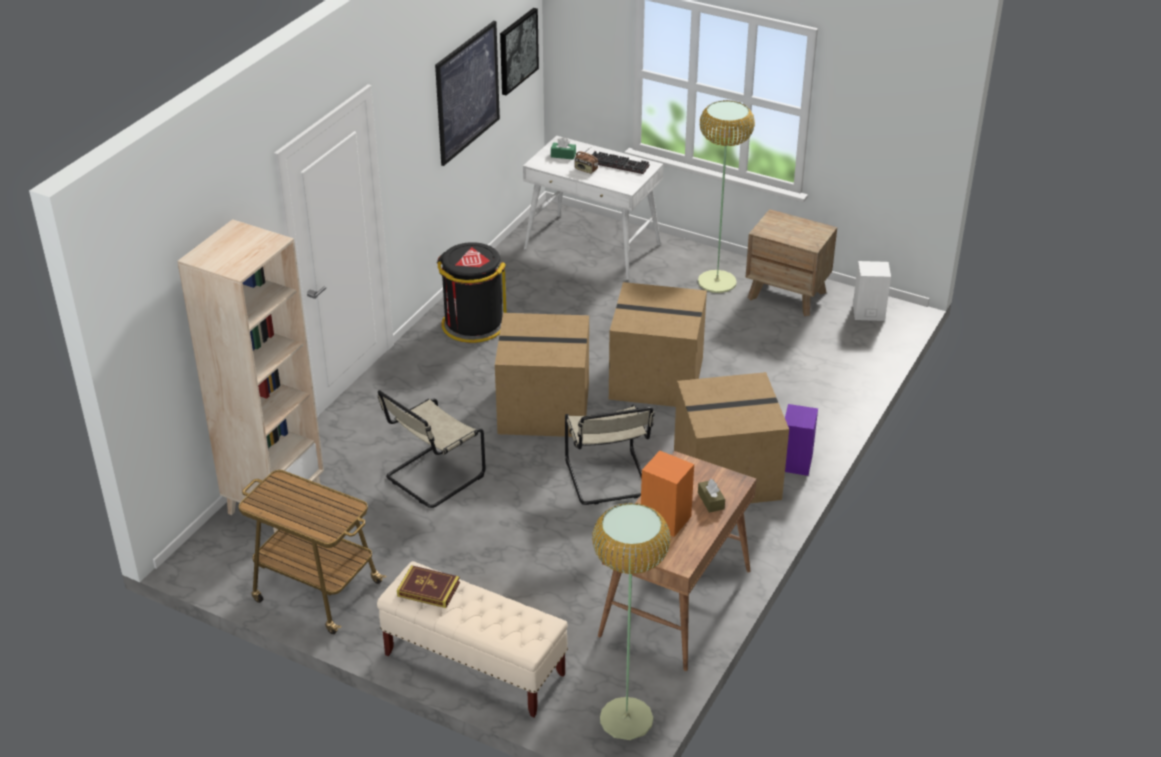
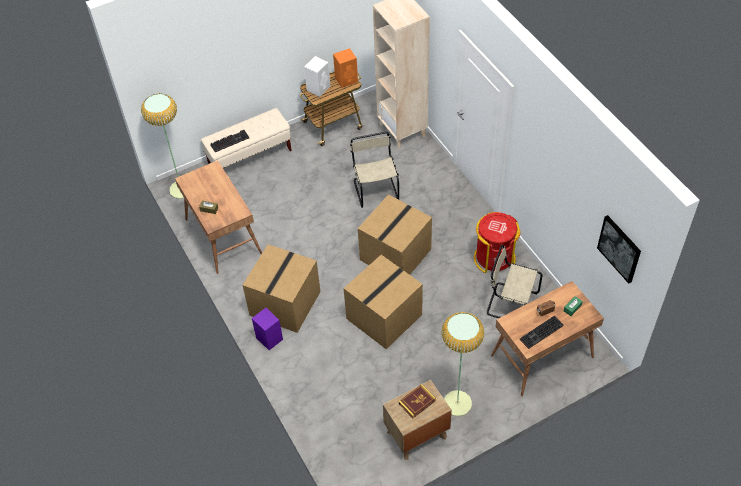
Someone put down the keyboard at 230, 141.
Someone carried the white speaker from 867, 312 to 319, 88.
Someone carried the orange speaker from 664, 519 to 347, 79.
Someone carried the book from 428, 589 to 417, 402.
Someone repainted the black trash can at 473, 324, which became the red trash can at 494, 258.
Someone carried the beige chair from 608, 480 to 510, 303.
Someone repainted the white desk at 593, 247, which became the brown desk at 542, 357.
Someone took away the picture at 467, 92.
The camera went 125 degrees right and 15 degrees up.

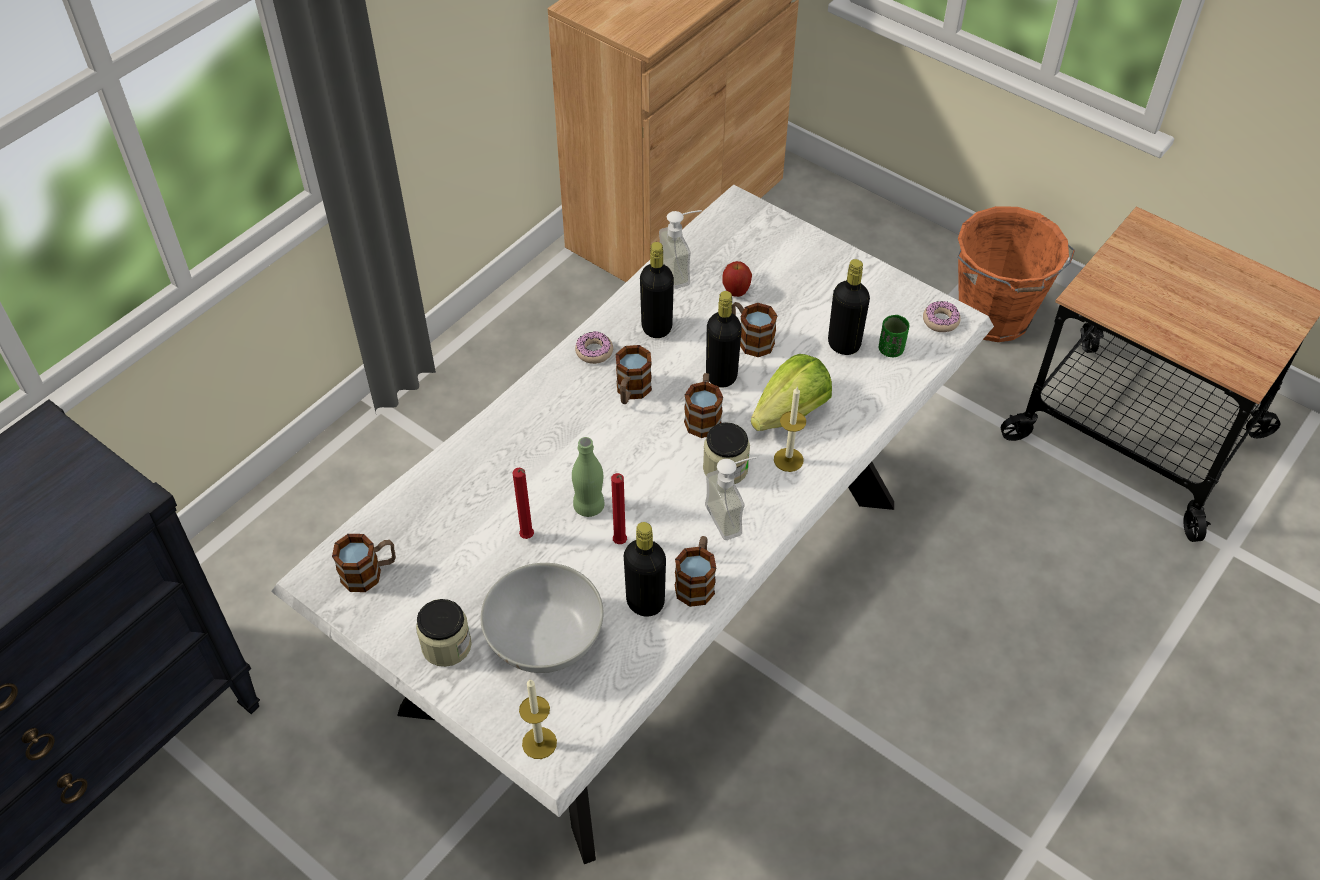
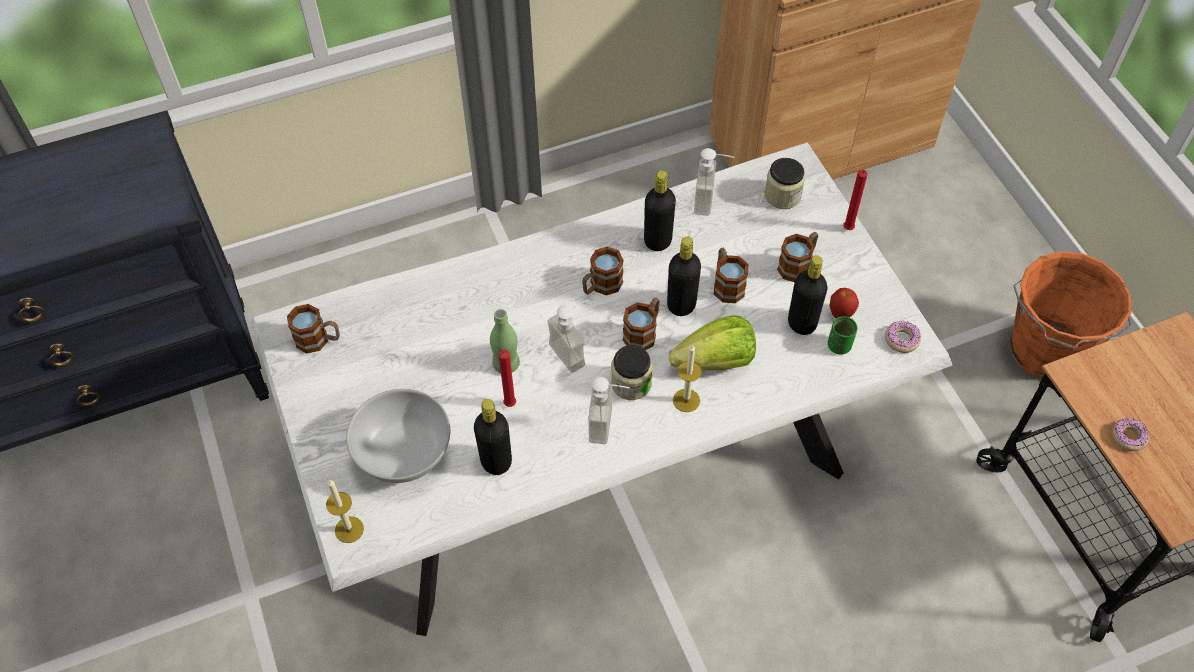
Someone put down the soap dispenser at 574, 350.
Someone carried the jar from 446, 645 to 782, 196.
Someone carried the mug from 696, 581 to 798, 265.
Someone carried the apple from 736, 292 to 840, 314.
Someone carried the red candle from 528, 538 to 848, 230.
Someone carried the donut from 594, 351 to 1128, 437.
The camera went 30 degrees right and 5 degrees up.

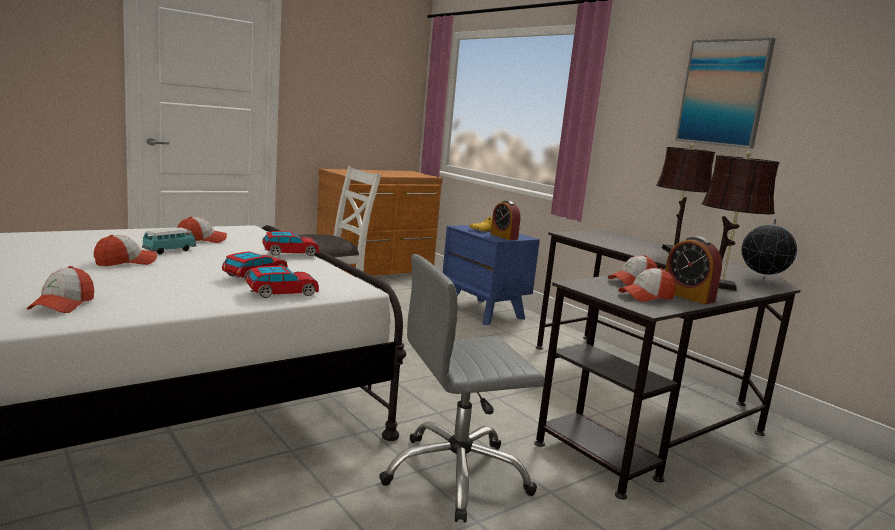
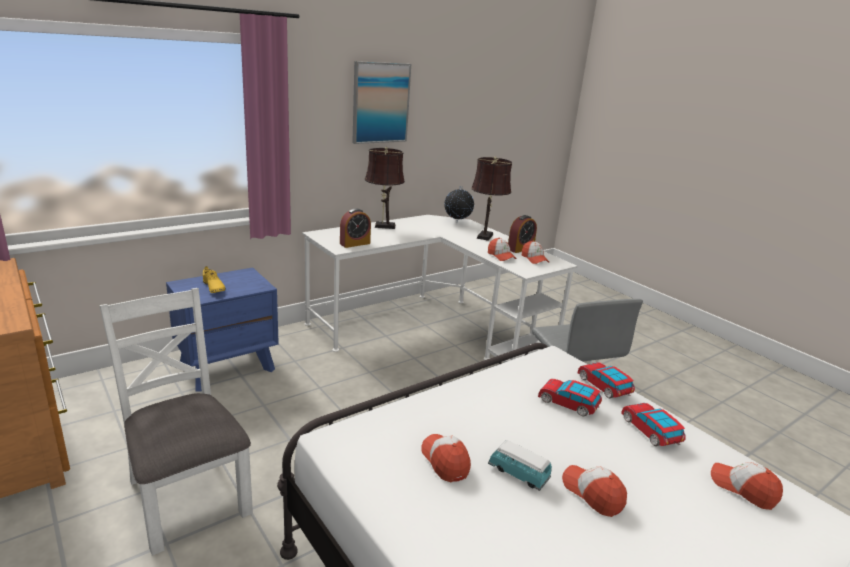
Someone repainted the black desk at 641, 402, which became the white desk at 432, 327.
Someone carried the alarm clock from 504, 236 to 355, 243.
Someone carried the toy car from 290, 253 to 650, 431.
Someone rotated the cap at 62, 304 by 135 degrees counterclockwise.
The camera went 90 degrees left and 10 degrees up.

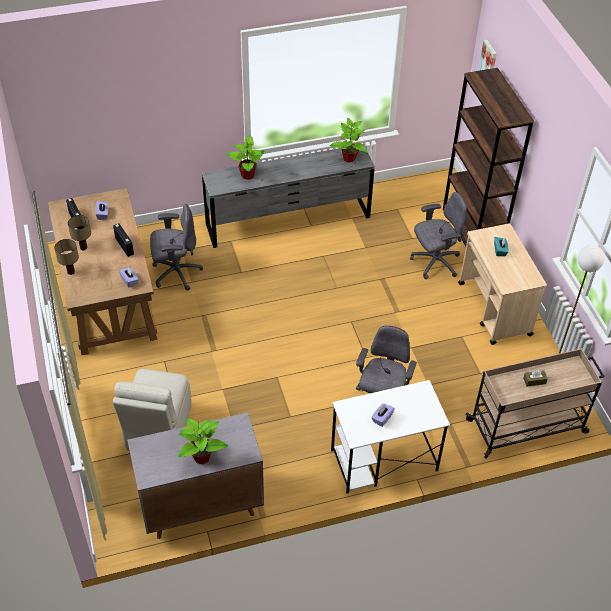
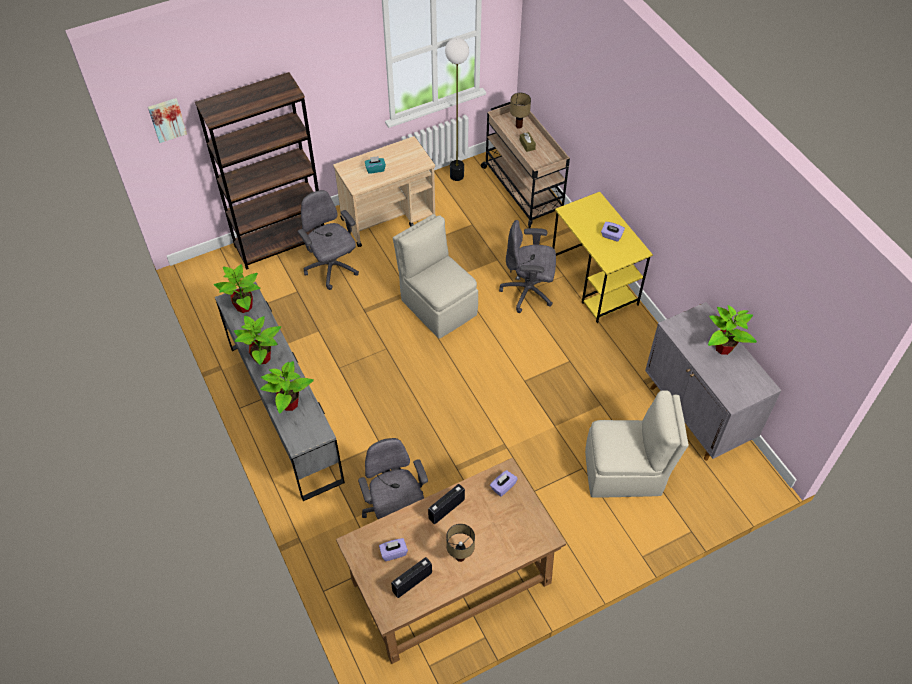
Someone put down the potted plant at 263, 358.
Someone put down the beige chair at 437, 306.
Someone carried the table lamp from 70, 271 to 518, 126.
Someone repainted the white desk at 383, 460, which became the yellow desk at 594, 283.
The camera went 100 degrees left and 5 degrees up.

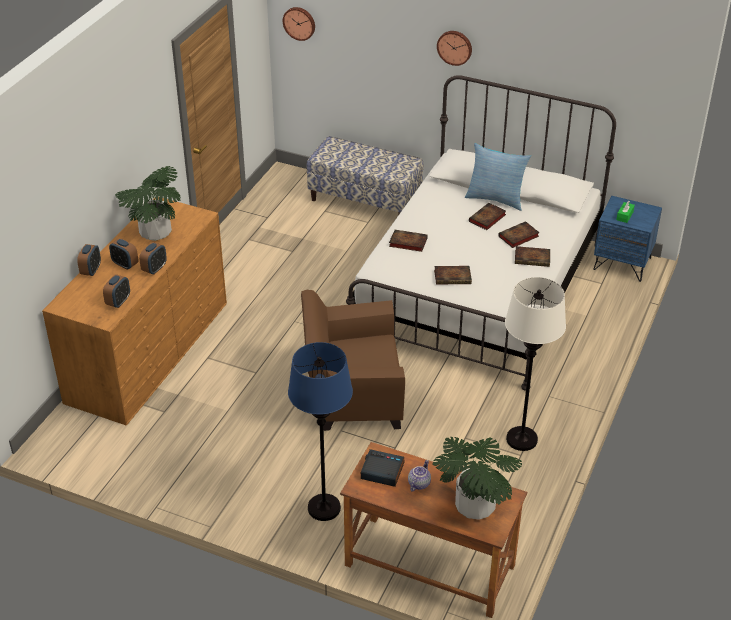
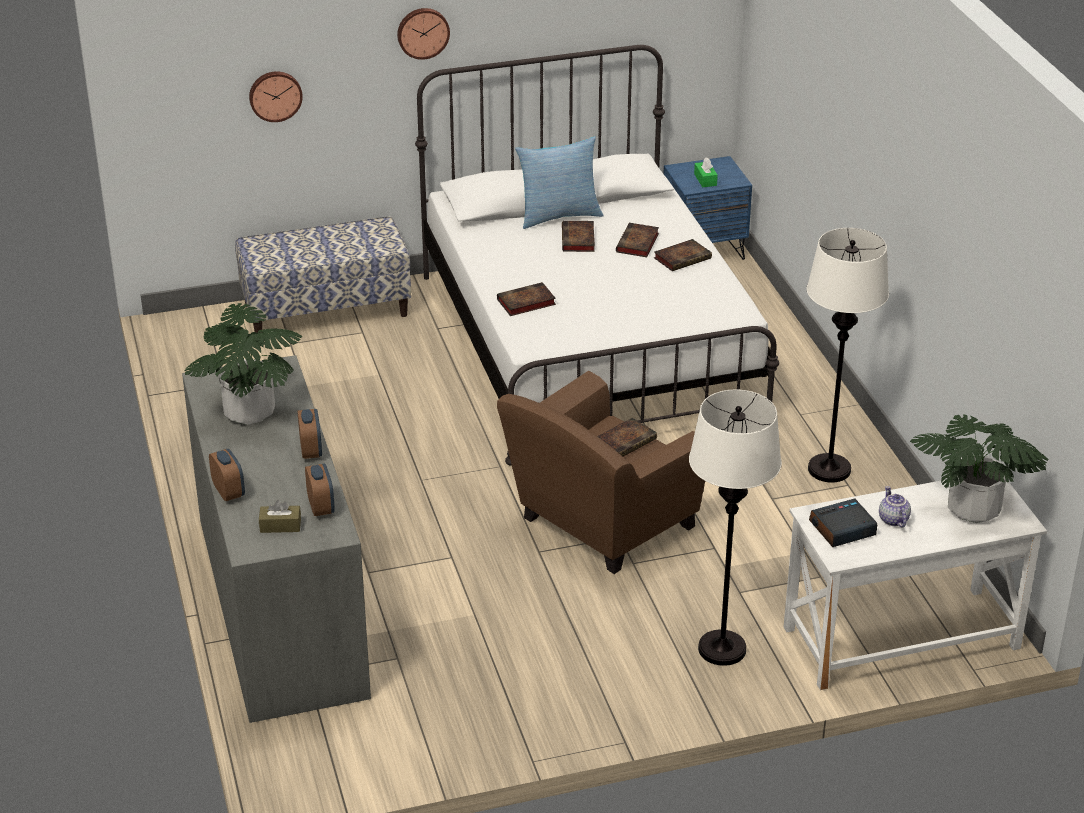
Someone repainted the brown dresser at 148, 351, which became the grey dresser at 281, 605.
Someone carried the wall clock from 299, 23 to 275, 95.
Someone put down the brown tissue box at 280, 526.
Someone carried the book from 453, 277 to 626, 441.
Someone repainted the blue floor lamp at 324, 508, which became the white floor lamp at 722, 649.
Someone repainted the brown desk at 429, 566, which became the white desk at 901, 639.
Someone took away the alarm clock at 125, 264.
The camera went 40 degrees left and 5 degrees down.

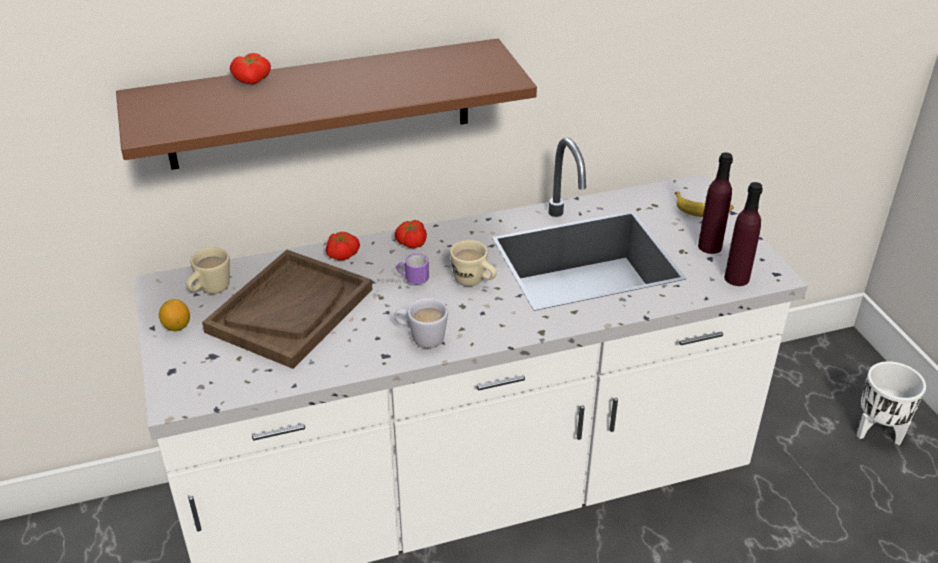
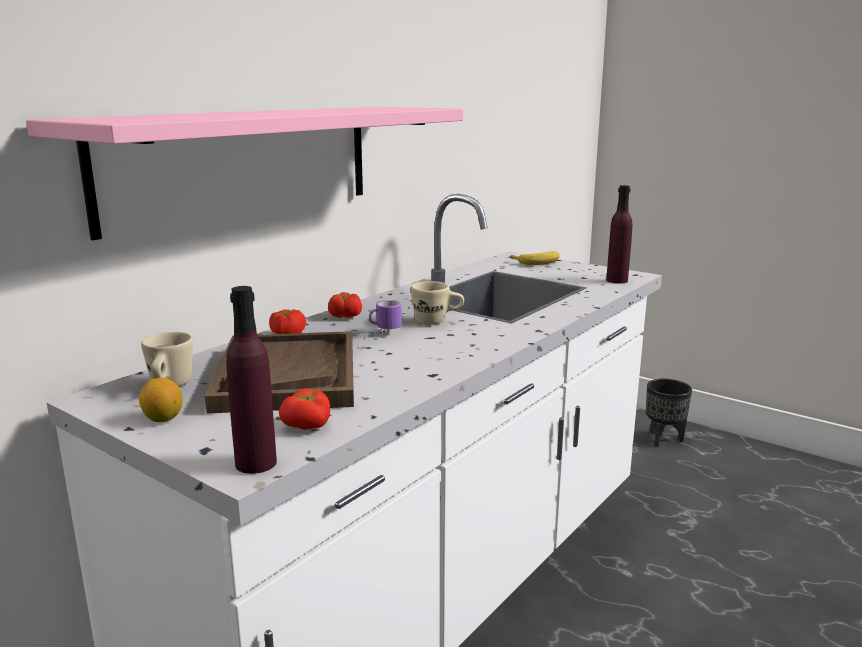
Someone repainted the brown shelf at 320, 104, which became the pink shelf at 244, 163.
Someone carried the purple bottle from 709, 246 to 256, 463.
Someone carried the tomato from 252, 81 to 308, 426.
Someone repainted the white planter at 879, 433, which became the black planter at 664, 440.
Someone took away the white mug at 421, 338.
The camera went 35 degrees left and 20 degrees down.

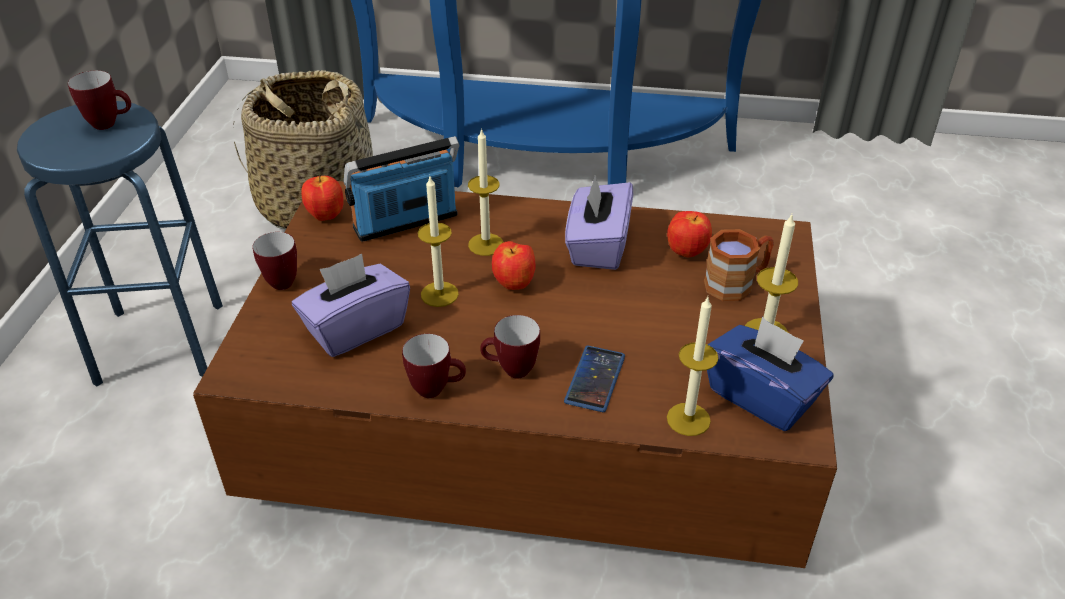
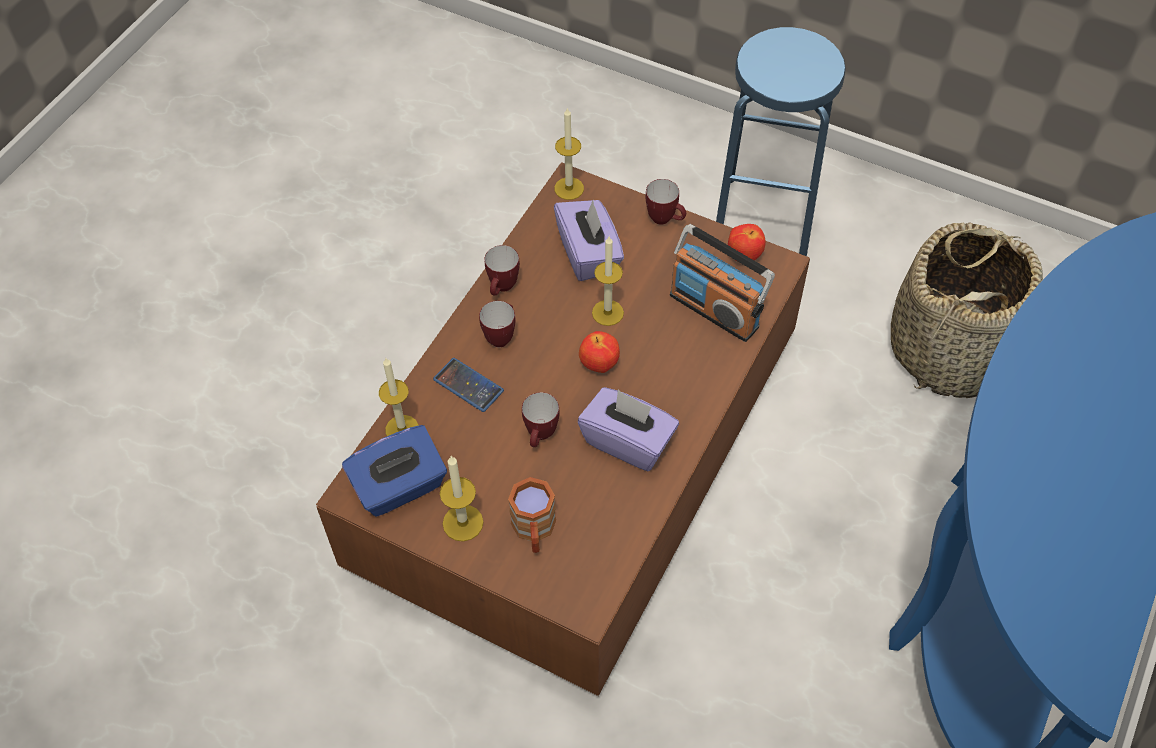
Someone carried the mug from 110, 124 to 541, 437.
Someone carried the candle from 486, 244 to 569, 188.
Someone rotated the radio at 406, 223 by 135 degrees clockwise.
Someone took away the apple at 687, 252.
The camera went 110 degrees right and 15 degrees up.

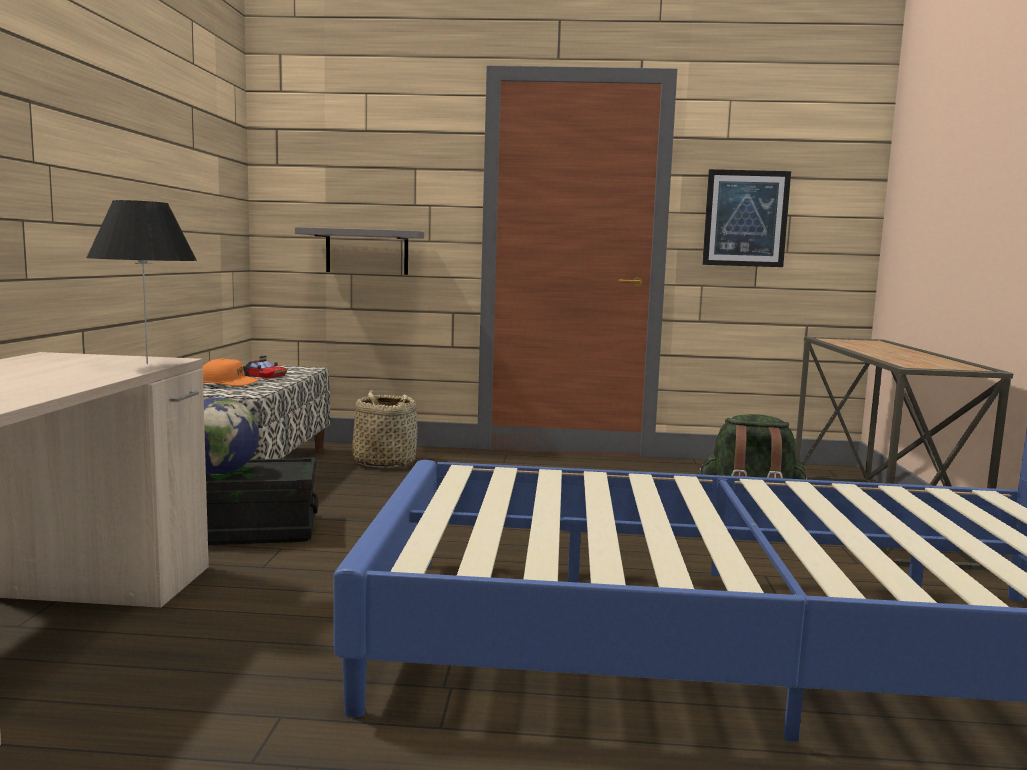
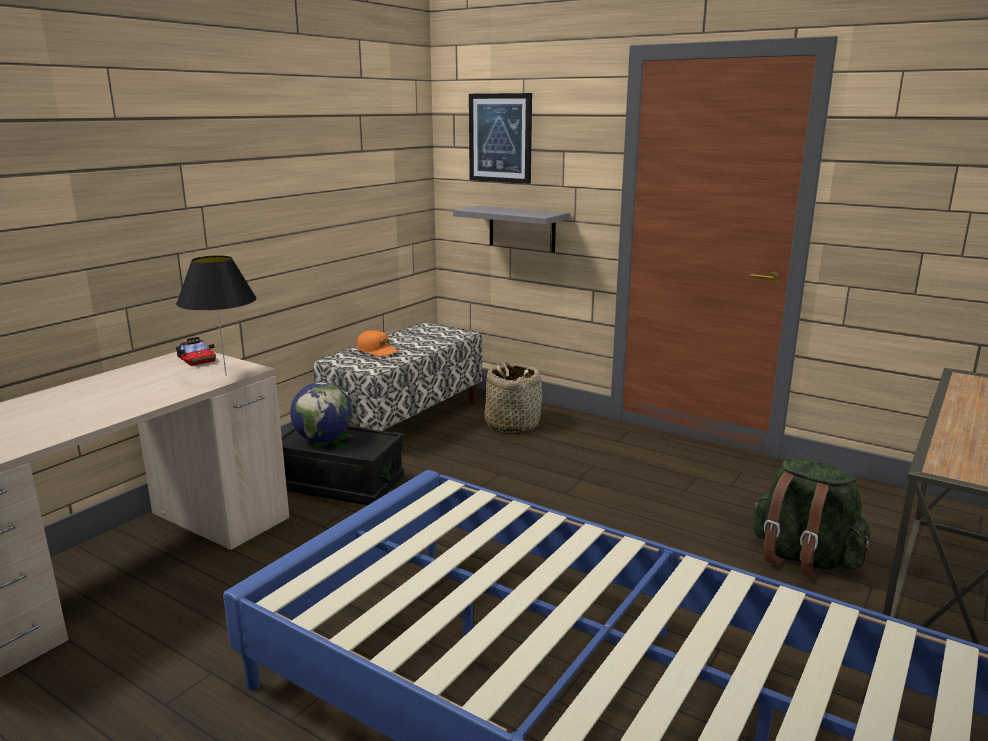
Someone carried the toy car from 264, 375 to 196, 359.
Someone carried the picture from 745, 218 to 500, 138.
The camera went 30 degrees right and 10 degrees up.

